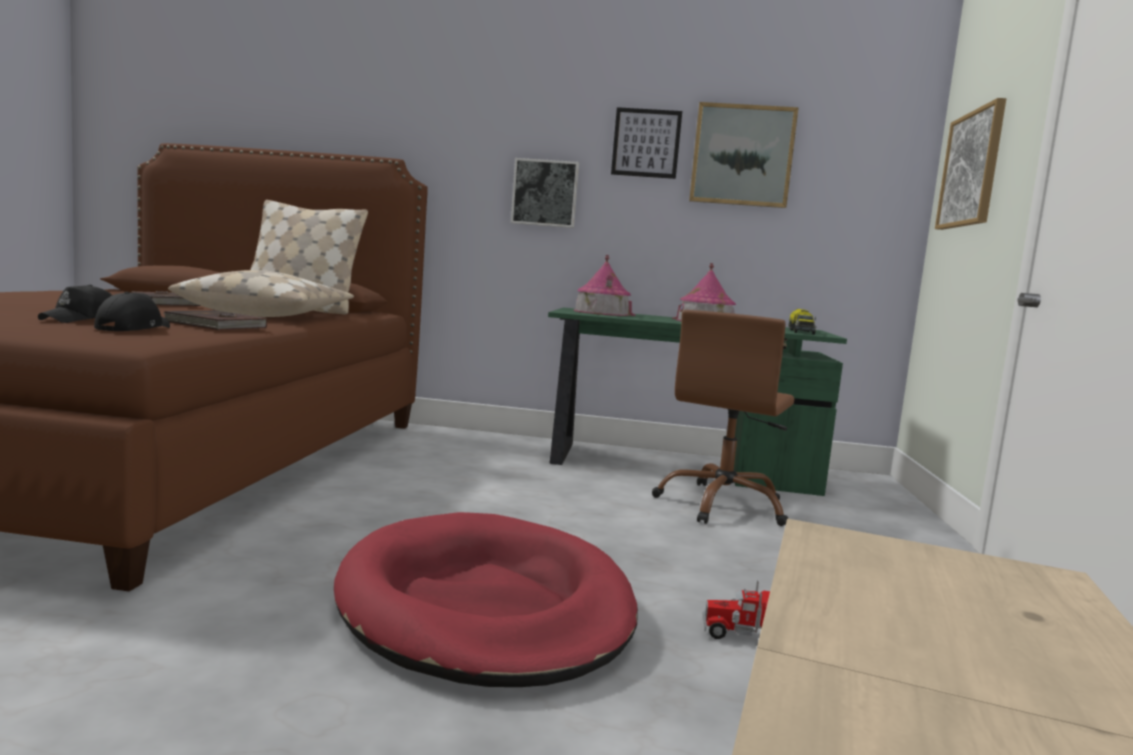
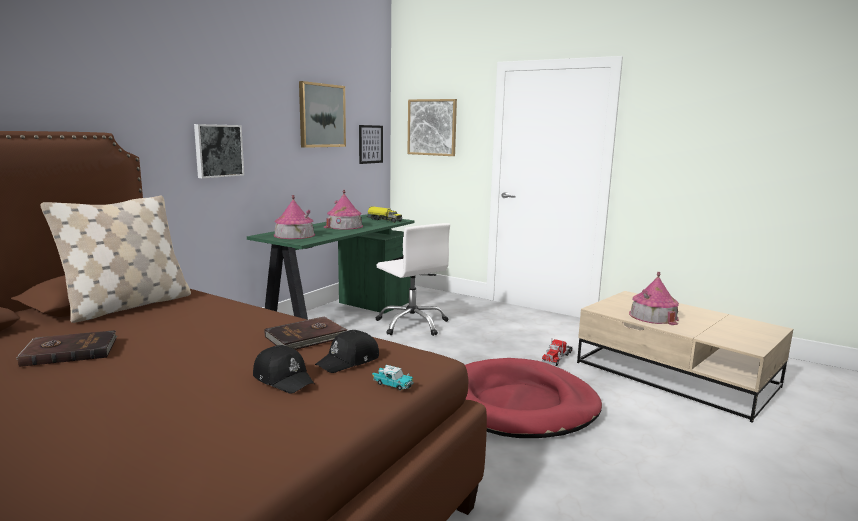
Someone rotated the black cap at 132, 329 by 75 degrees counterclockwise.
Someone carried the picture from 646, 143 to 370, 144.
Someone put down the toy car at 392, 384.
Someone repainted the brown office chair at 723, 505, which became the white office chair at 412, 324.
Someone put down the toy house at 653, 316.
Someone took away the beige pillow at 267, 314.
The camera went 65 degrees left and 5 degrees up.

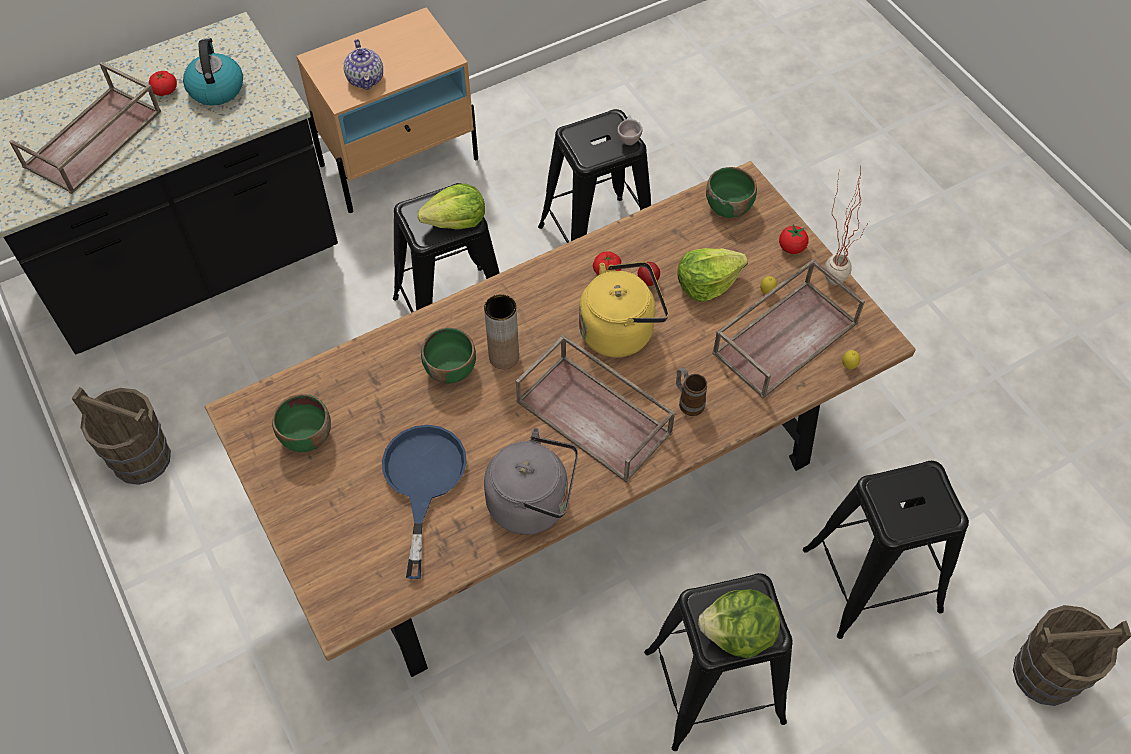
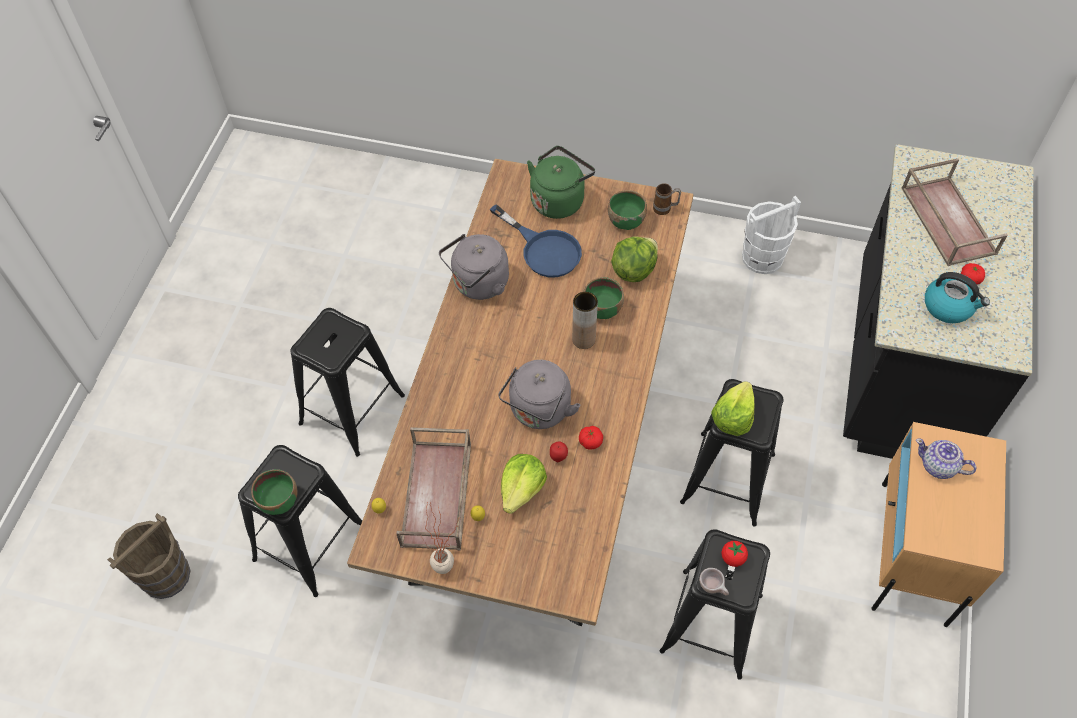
Someone carried the green bowl from 728, 206 to 279, 501.
Someone repainted the yellow kettle at 621, 330, which became the grey kettle at 539, 411.
Someone put down the green kettle at 559, 200.
Someone carried the lettuce from 738, 635 to 633, 270.
Someone carried the mug from 688, 401 to 665, 209.
Someone carried the tomato from 791, 248 to 733, 558.
Someone repainted the brown bucket at 141, 458, which became the white bucket at 763, 257.
Someone took away the brown tray at 596, 417.
The camera went 135 degrees right and 0 degrees up.

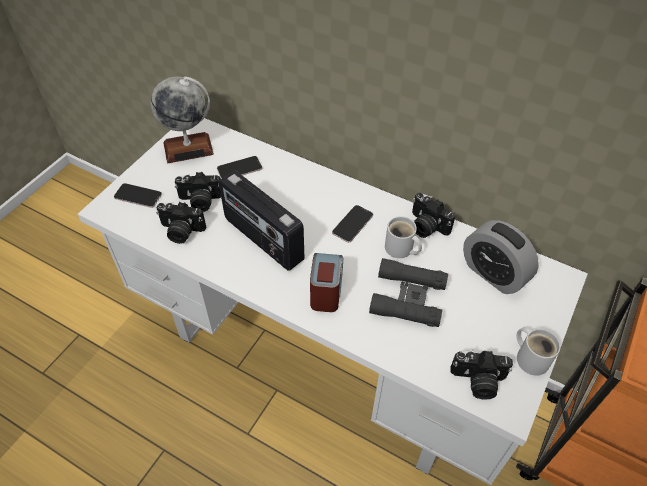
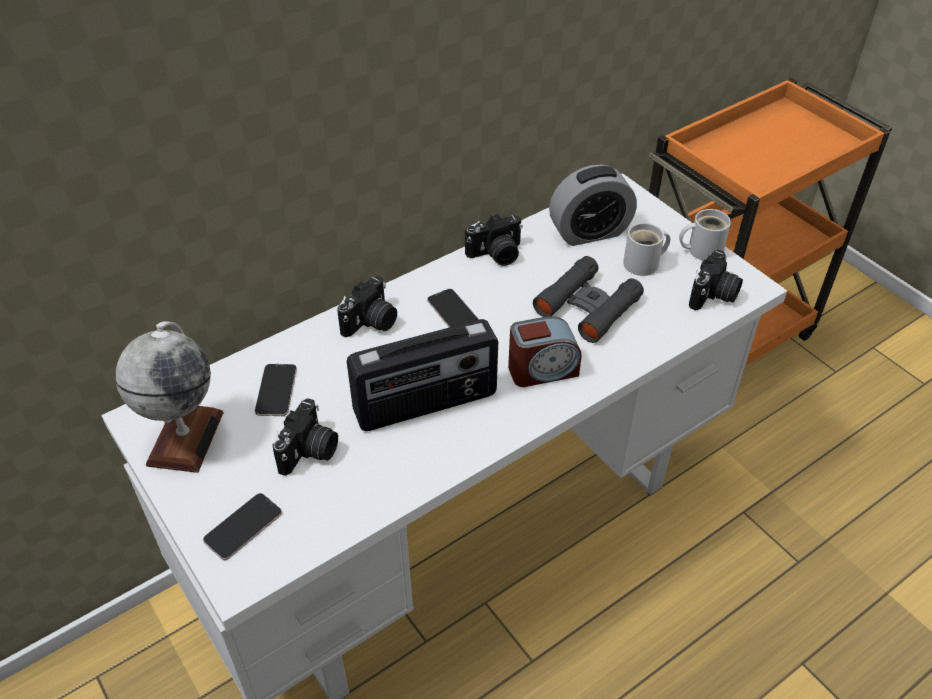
Someone carried the photo camera from 181, 231 to 371, 323.
Someone rotated the alarm clock at 326, 291 by 135 degrees clockwise.
Someone carried the white mug from 400, 249 to 644, 264.
The camera went 65 degrees left and 5 degrees down.

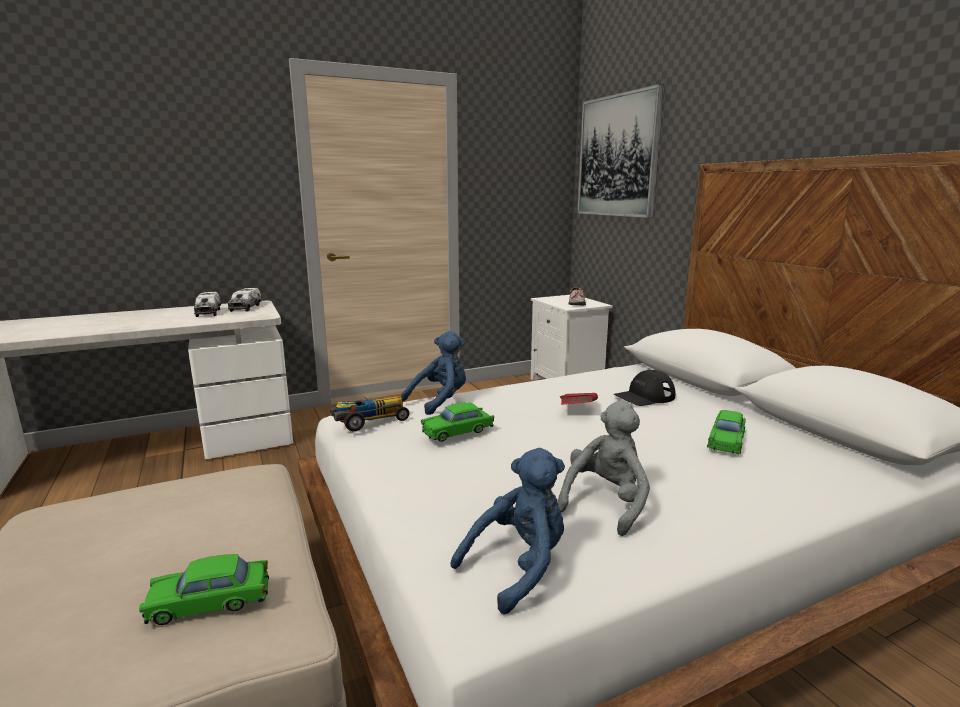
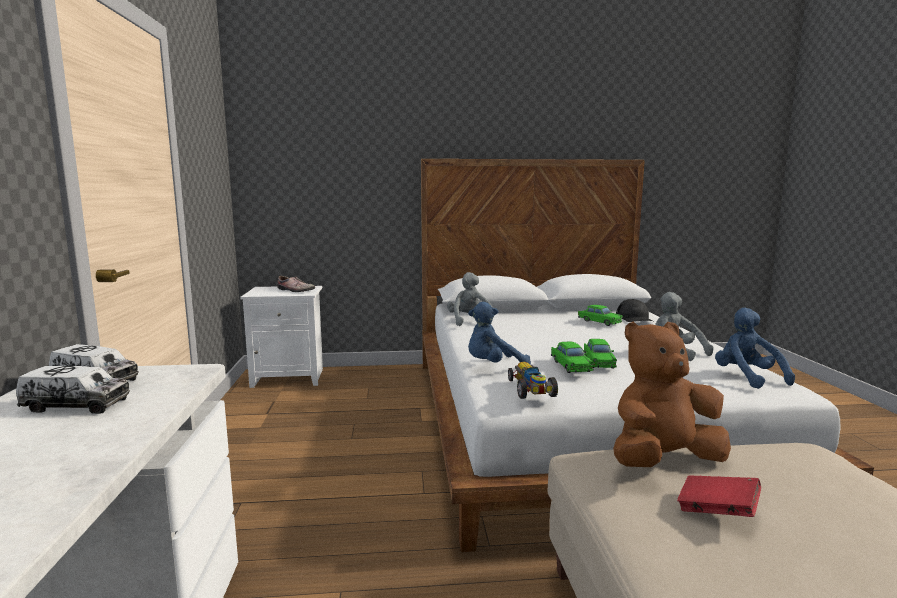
Someone put down the grey plush toy at 469, 321.
Someone rotated the blue plush toy at 440, 401 by 90 degrees counterclockwise.
Someone carried the green toy car from 210, 602 to 598, 362.
Someone put down the brown plush toy at 663, 461.
Someone carried the black cap from 644, 396 to 634, 318.
Someone carried the red book from 578, 409 to 717, 511.
Someone took away the picture at 618, 156.
The camera went 70 degrees left and 5 degrees down.

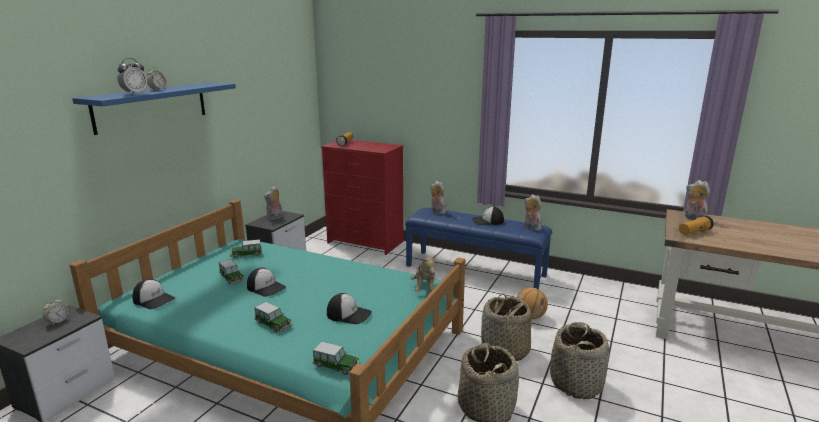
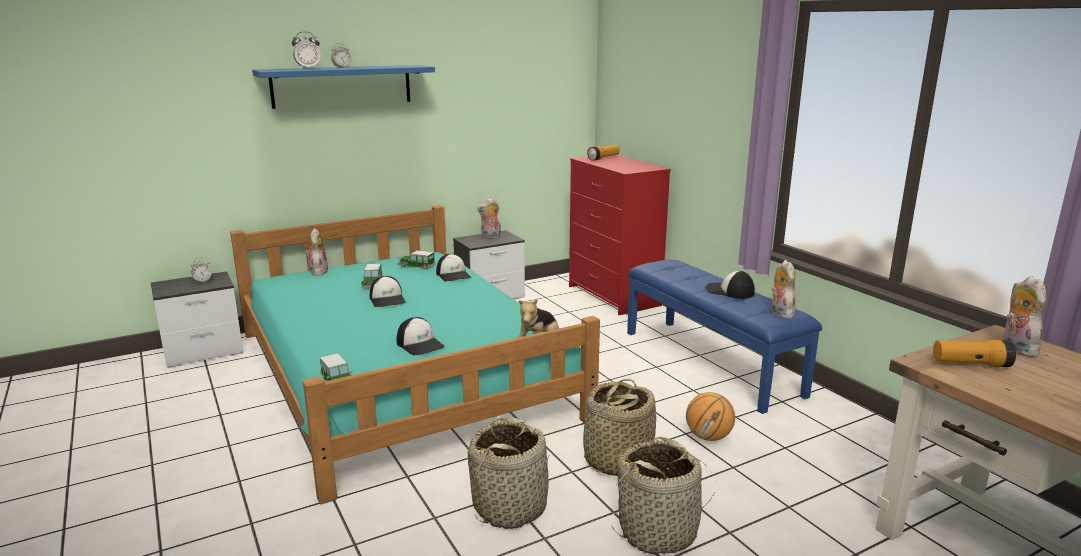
Someone carried the plush toy from 437, 212 to 318, 271.
Someone carried the cap from 154, 299 to 453, 275.
Someone took away the toy car at 273, 324.
The camera went 35 degrees right and 0 degrees up.

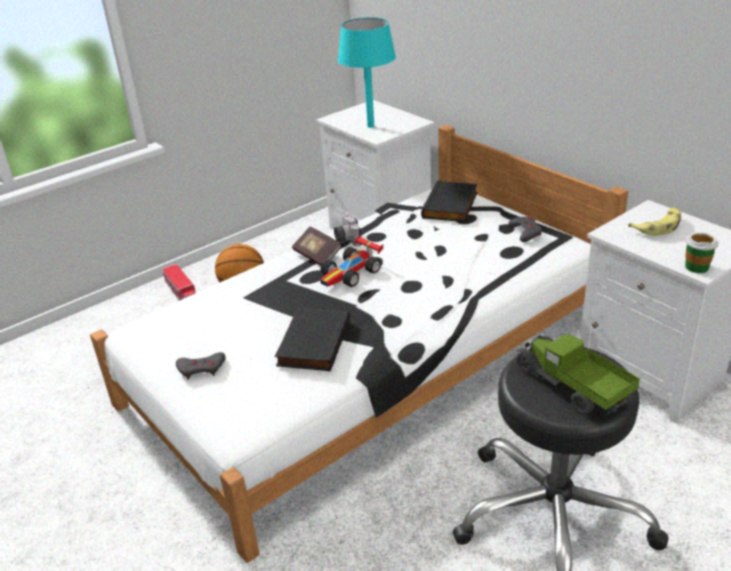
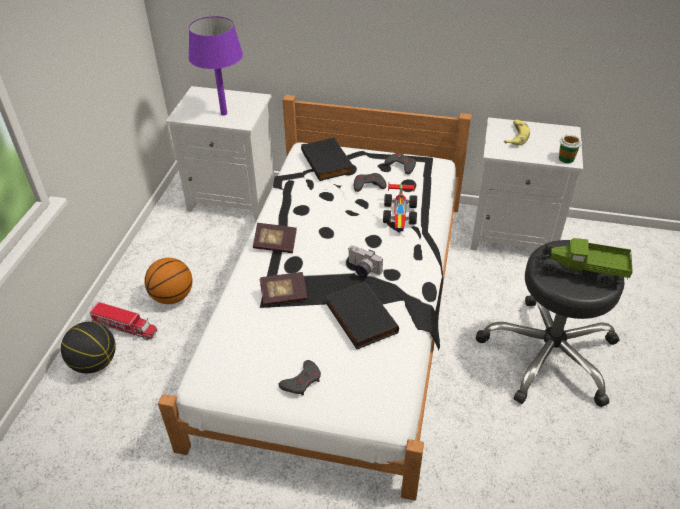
Someone put down the basketball at 94, 363.
Someone repainted the turquoise table lamp at 371, 126, which became the purple table lamp at 224, 113.
Someone put down the book at 284, 295.
Someone carried the photo camera from 345, 238 to 362, 270.
Someone put down the grey game controller at 368, 185.
Someone carried the toy car from 351, 273 to 400, 214.
The camera went 40 degrees left and 10 degrees up.

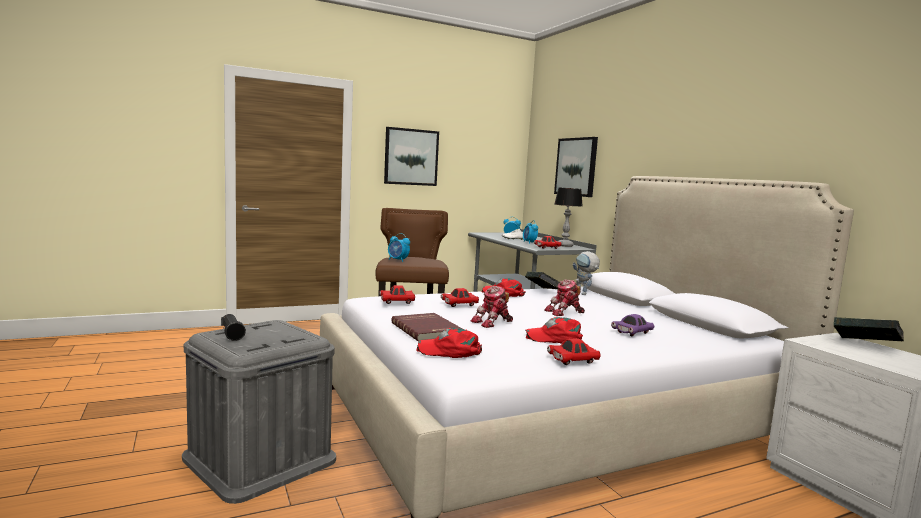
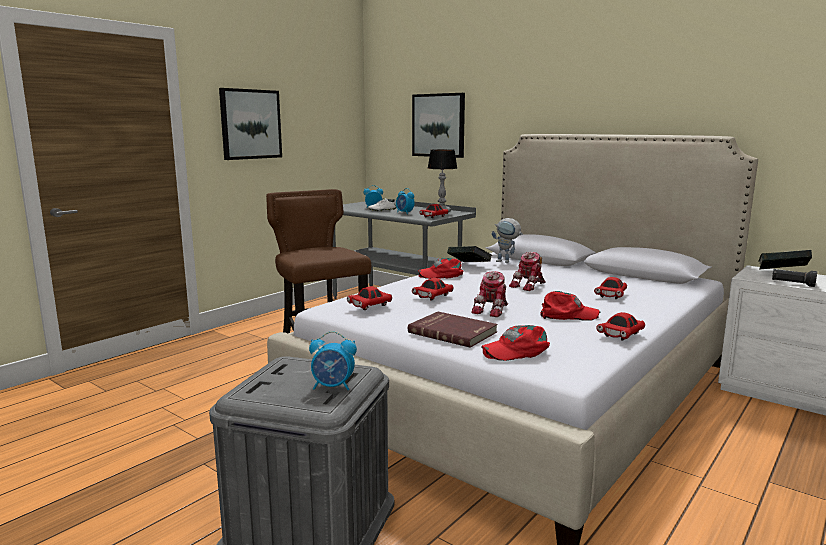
Someone carried the alarm clock from 398, 260 to 333, 387.
Someone rotated the red cap at 555, 338 by 150 degrees counterclockwise.
Someone repainted the purple toy car at 632, 333, which became the red toy car at 611, 295.
Someone carried the black flashlight from 232, 334 to 792, 284.
The camera went 25 degrees left and 5 degrees up.

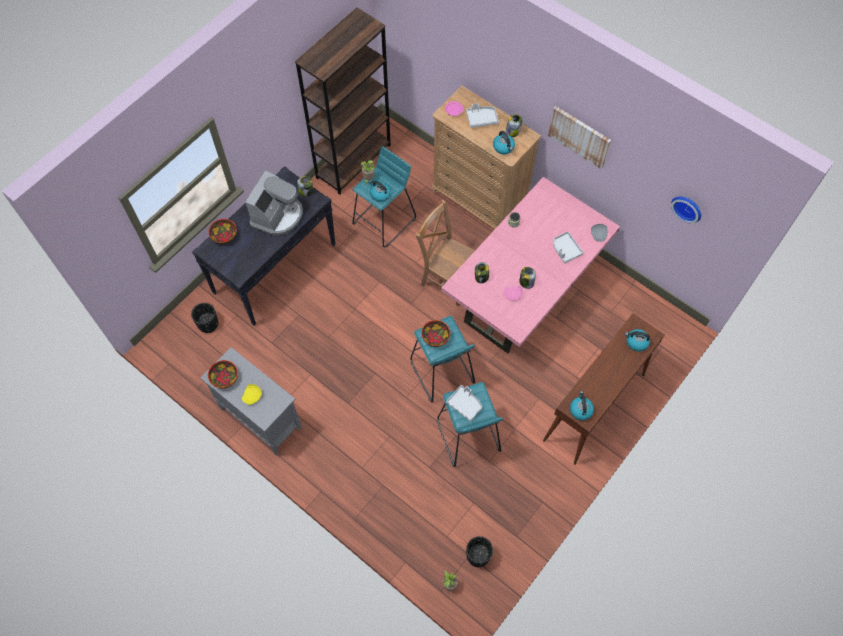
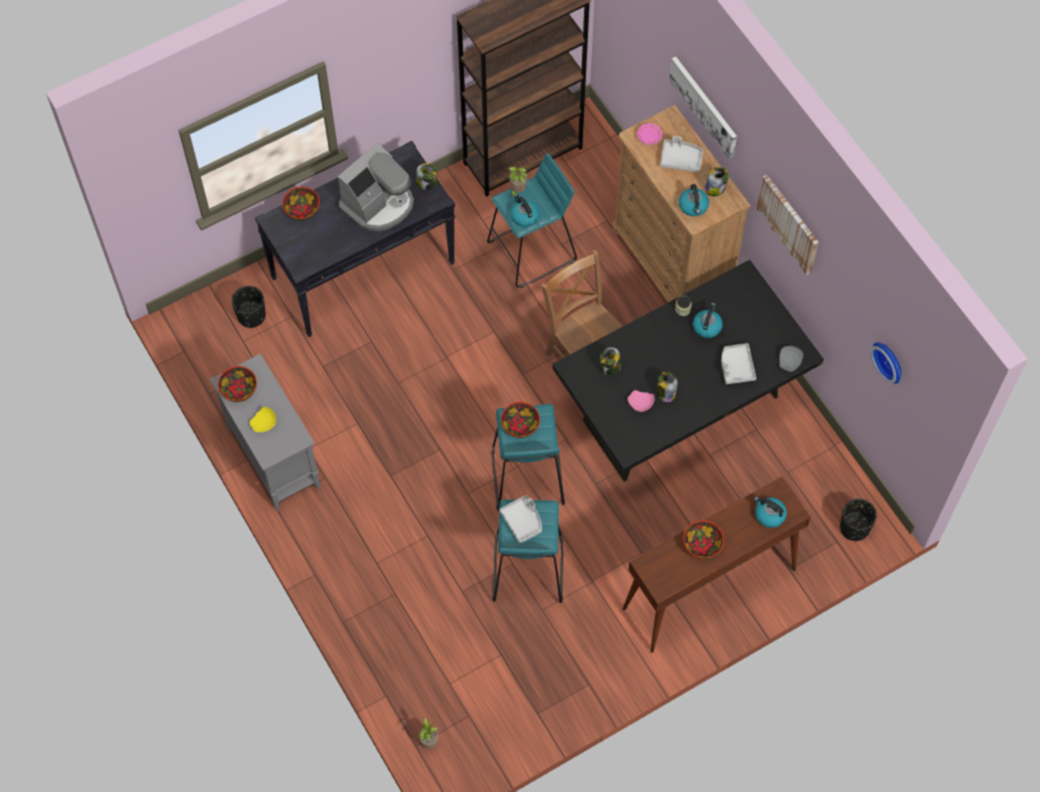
Someone repainted the pink dining table at 524, 292, which became the black dining table at 681, 408.
Someone put up the picture at 704, 106.
Someone put down the bowl at 701, 545.
Someone carried the kettle from 580, 410 to 707, 326.
Someone carried the black planter from 478, 555 to 854, 528.
The camera went 20 degrees right and 0 degrees up.

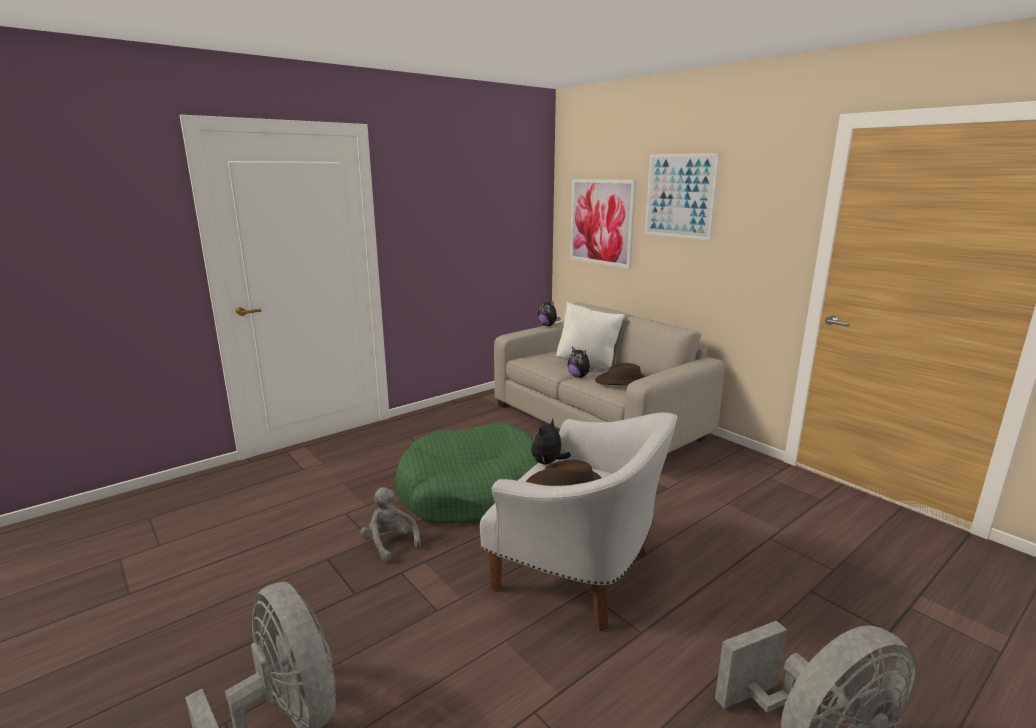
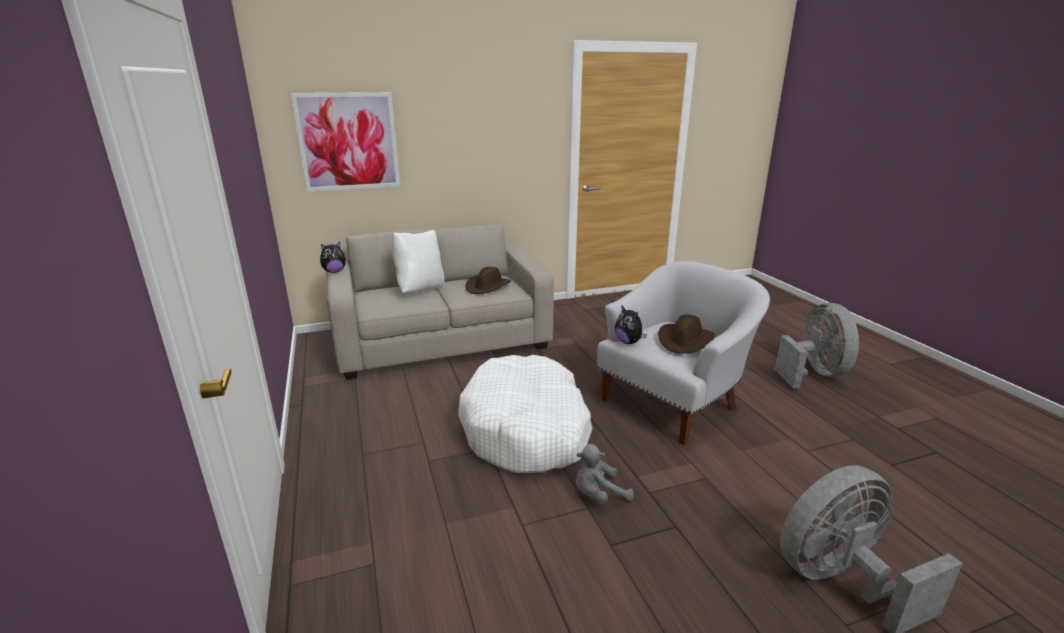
Someone repainted the green dog bed at 472, 491, which became the white dog bed at 526, 429.
Someone took away the plush toy at 579, 376.
Someone took away the picture at 679, 196.
The camera went 70 degrees left and 5 degrees up.

